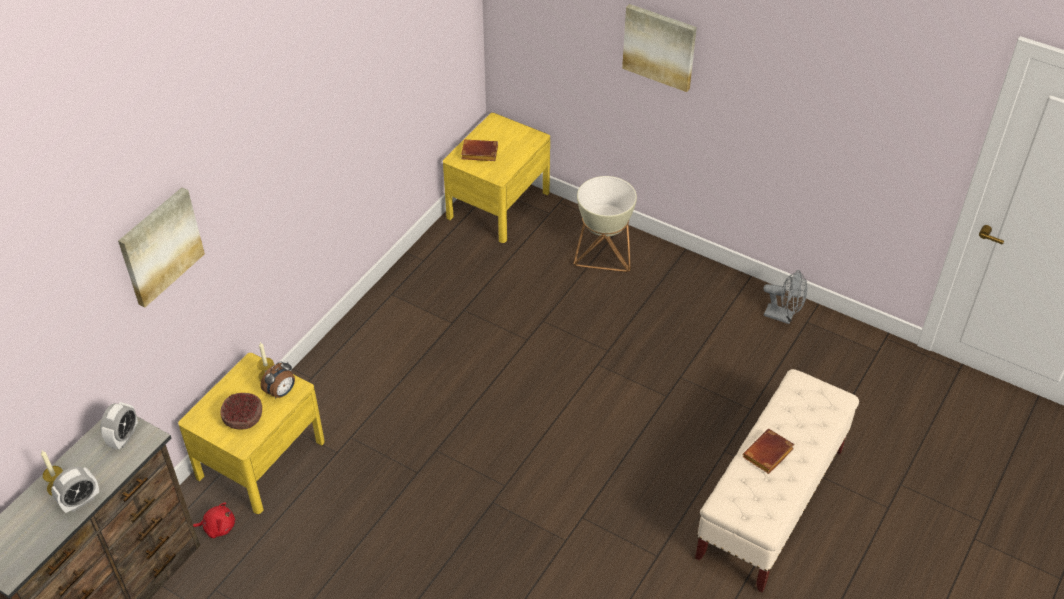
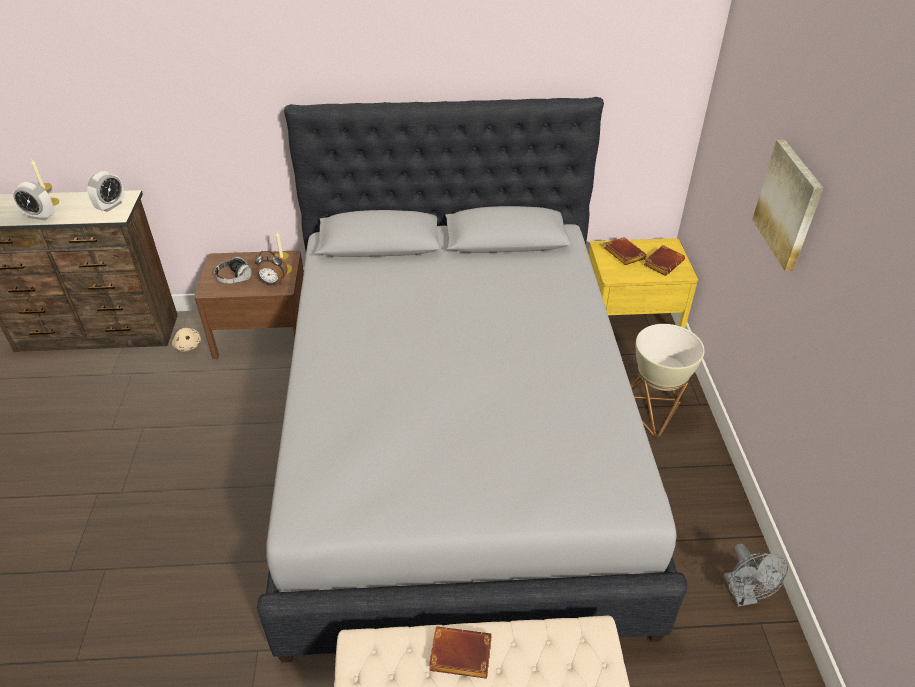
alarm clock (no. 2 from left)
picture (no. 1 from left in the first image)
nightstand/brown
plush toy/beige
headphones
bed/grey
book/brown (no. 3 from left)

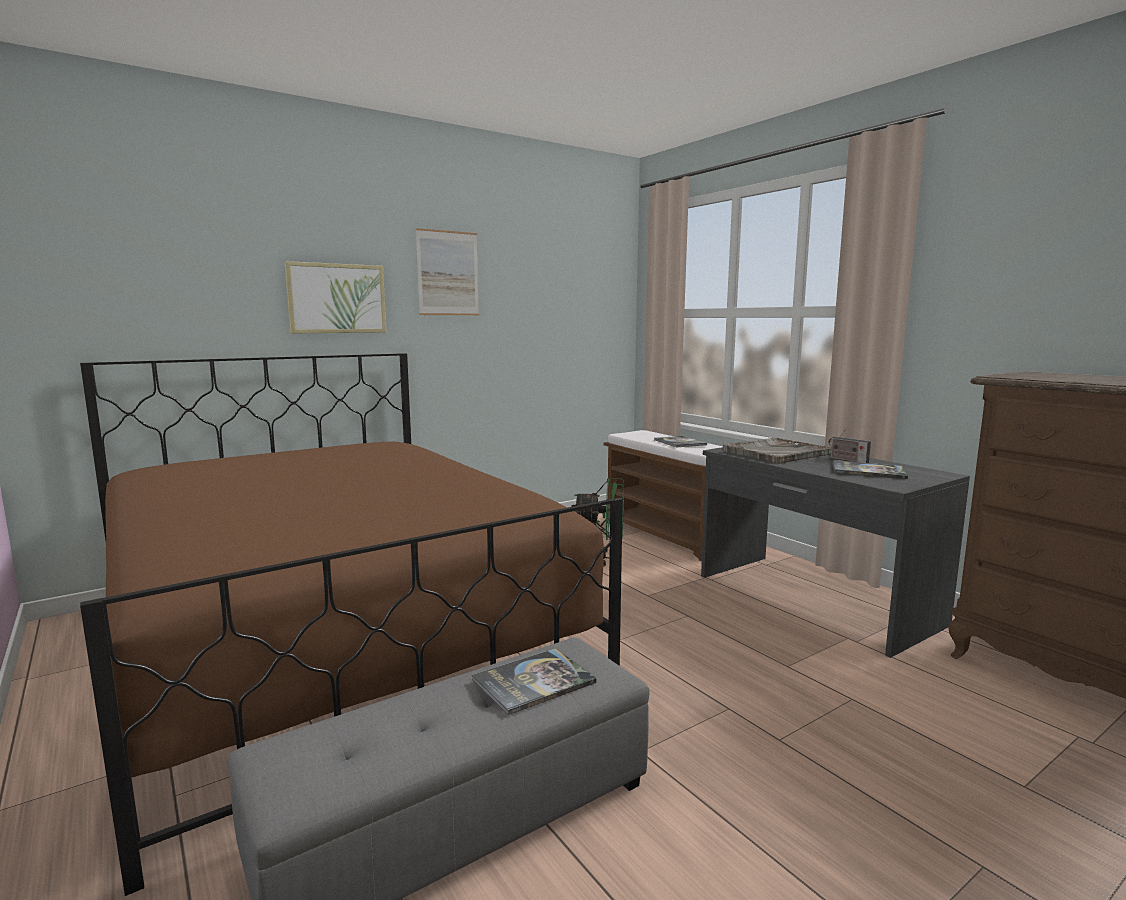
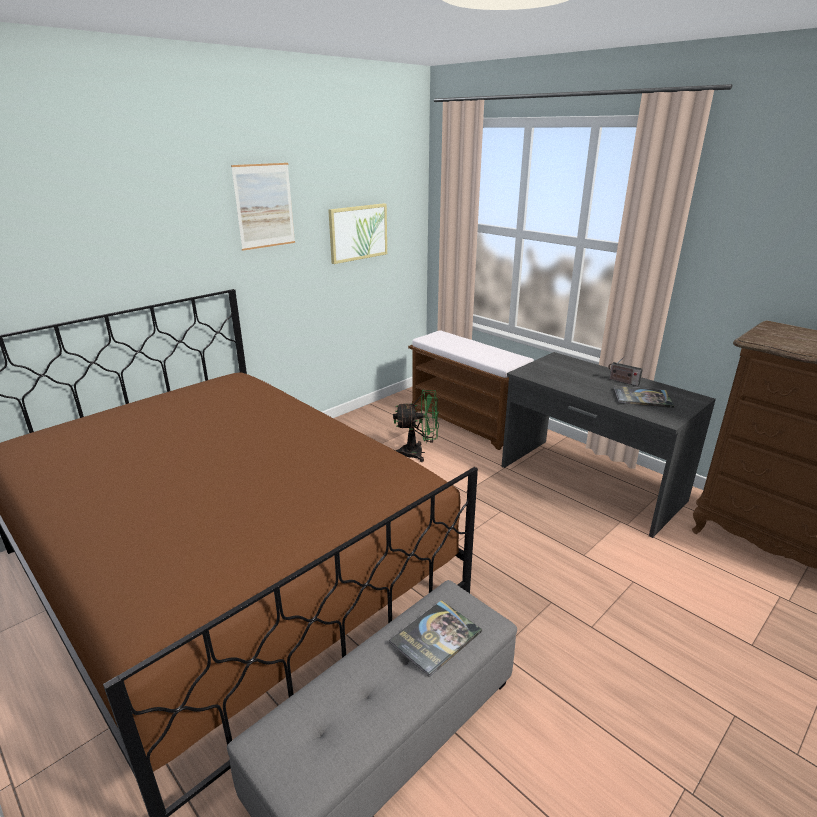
picture (no. 2 from left)
book (no. 2 from left in the first image)
tray/grey

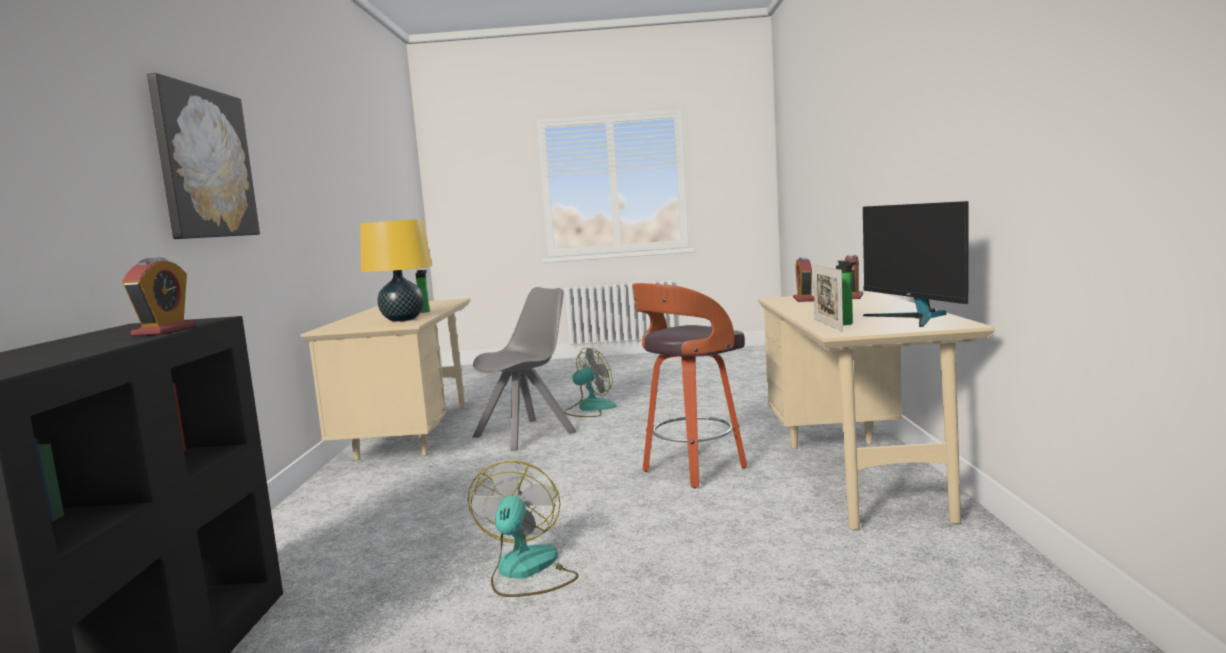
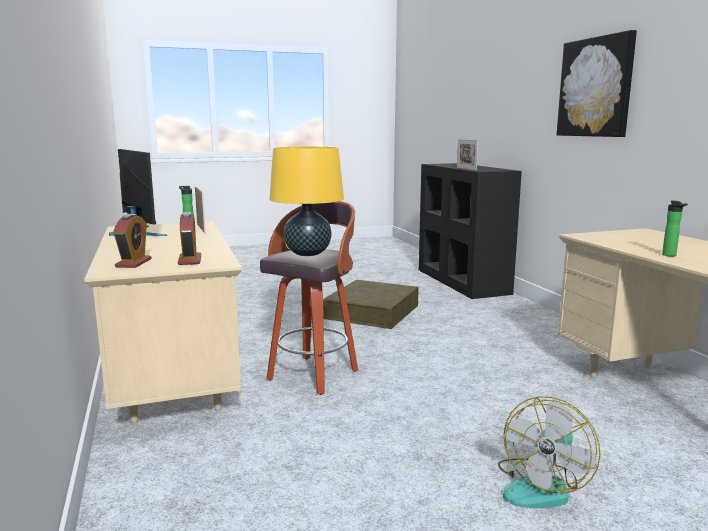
picture frame (no. 2 from left)
table lamp/yellow
storage box/brown
chair/grey

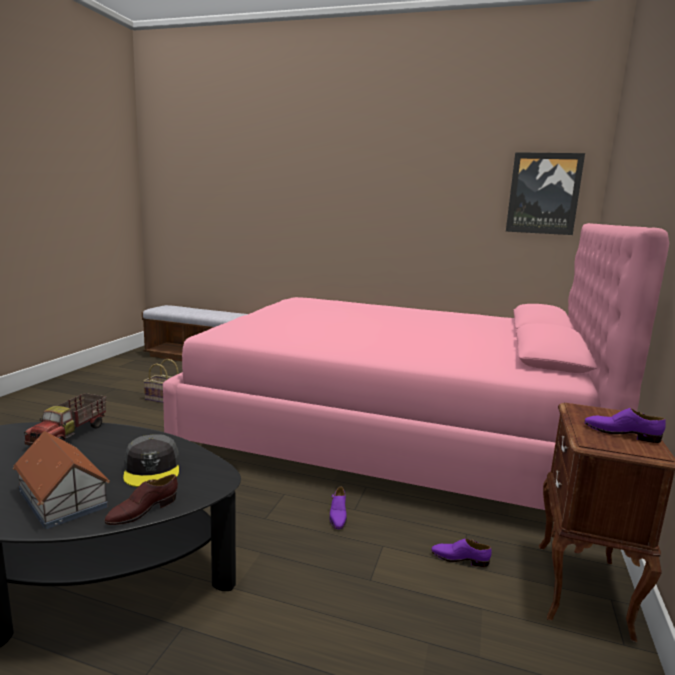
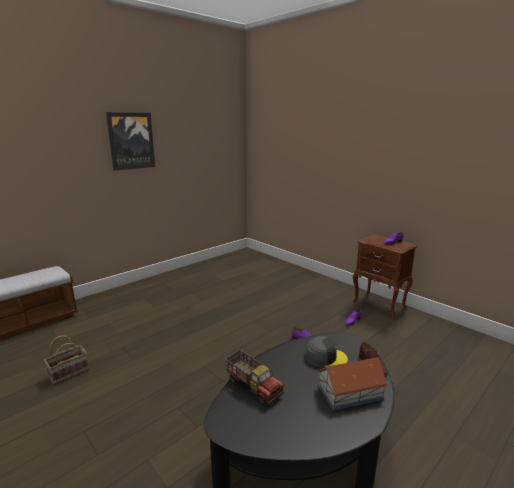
bed/pink
picture

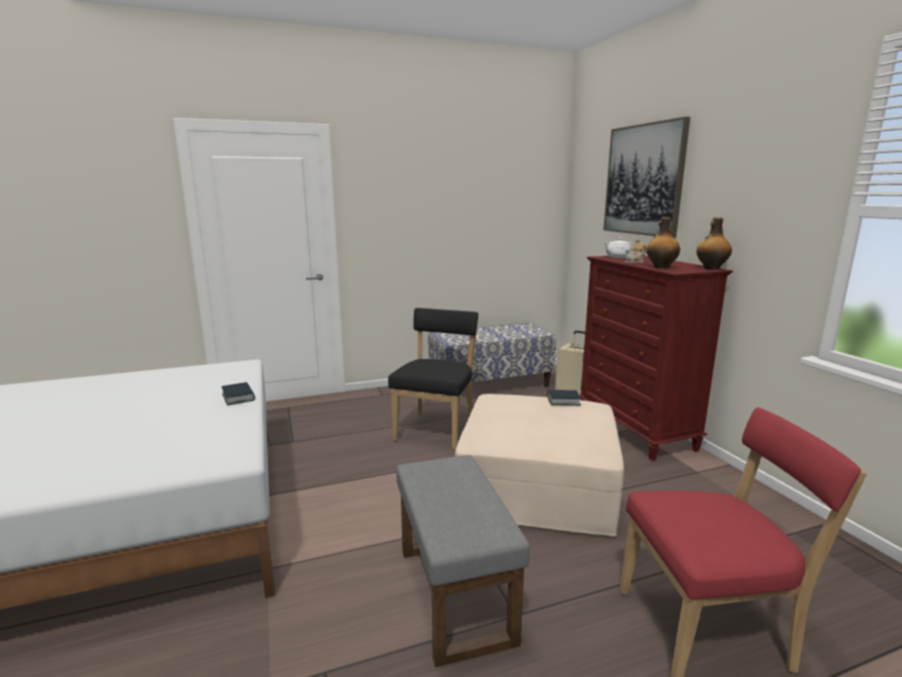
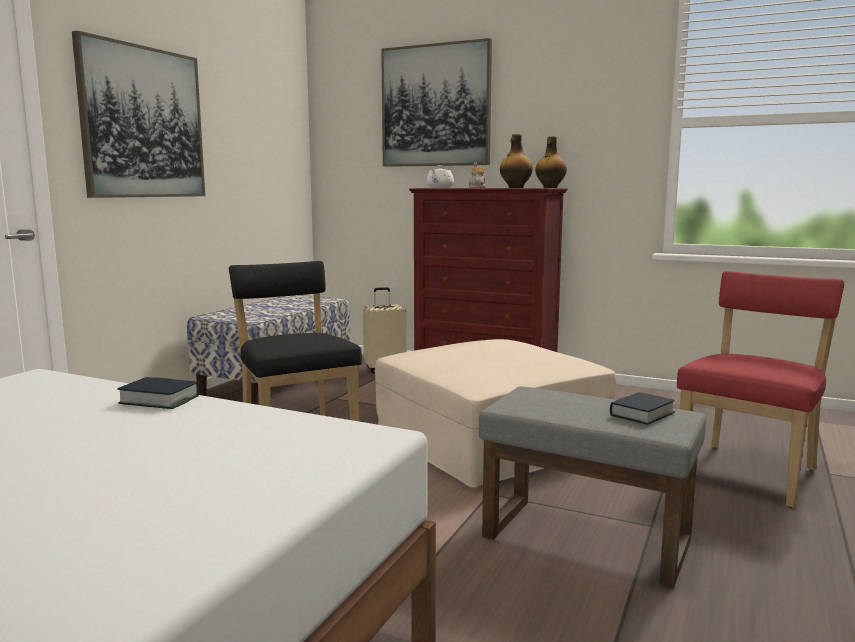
book (no. 2 from left)
picture (no. 1 from left)

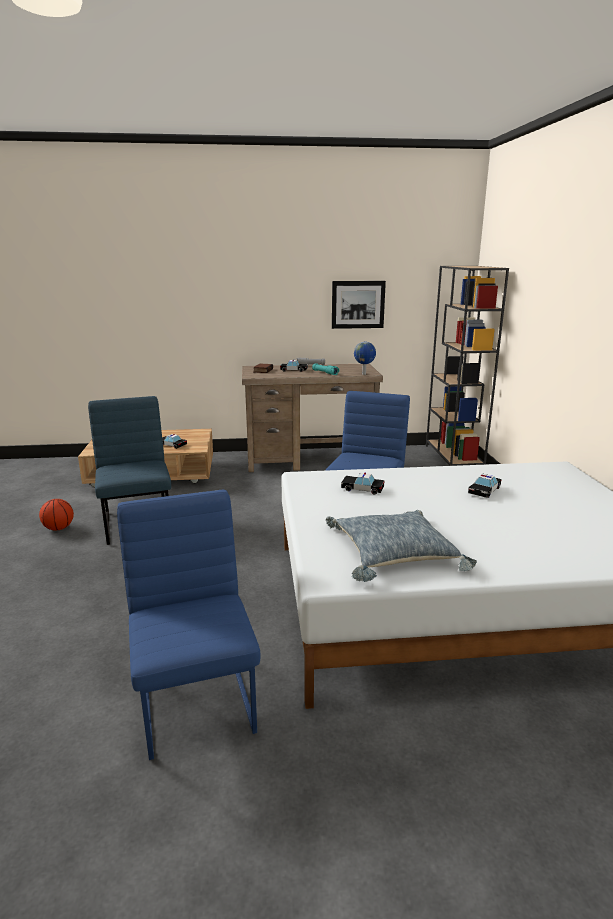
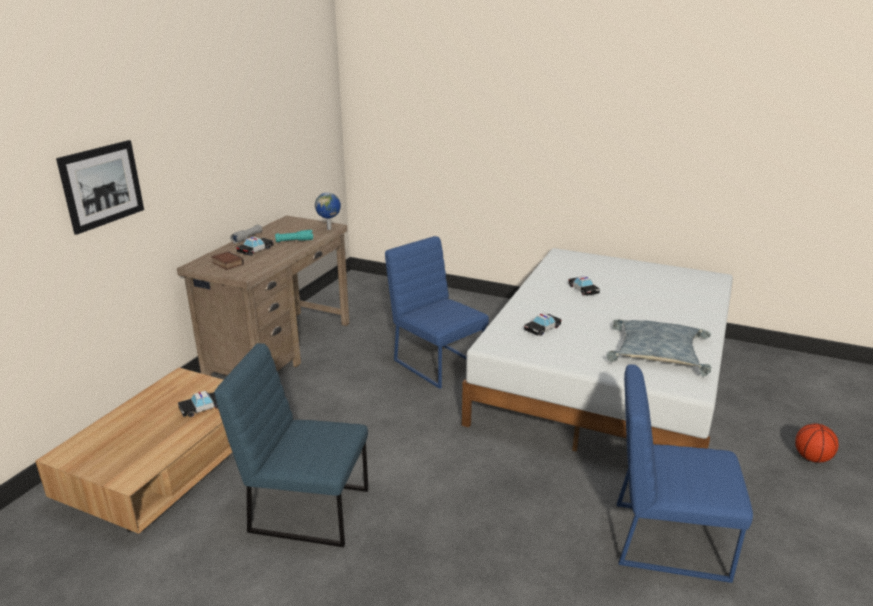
basketball
picture
bookcase

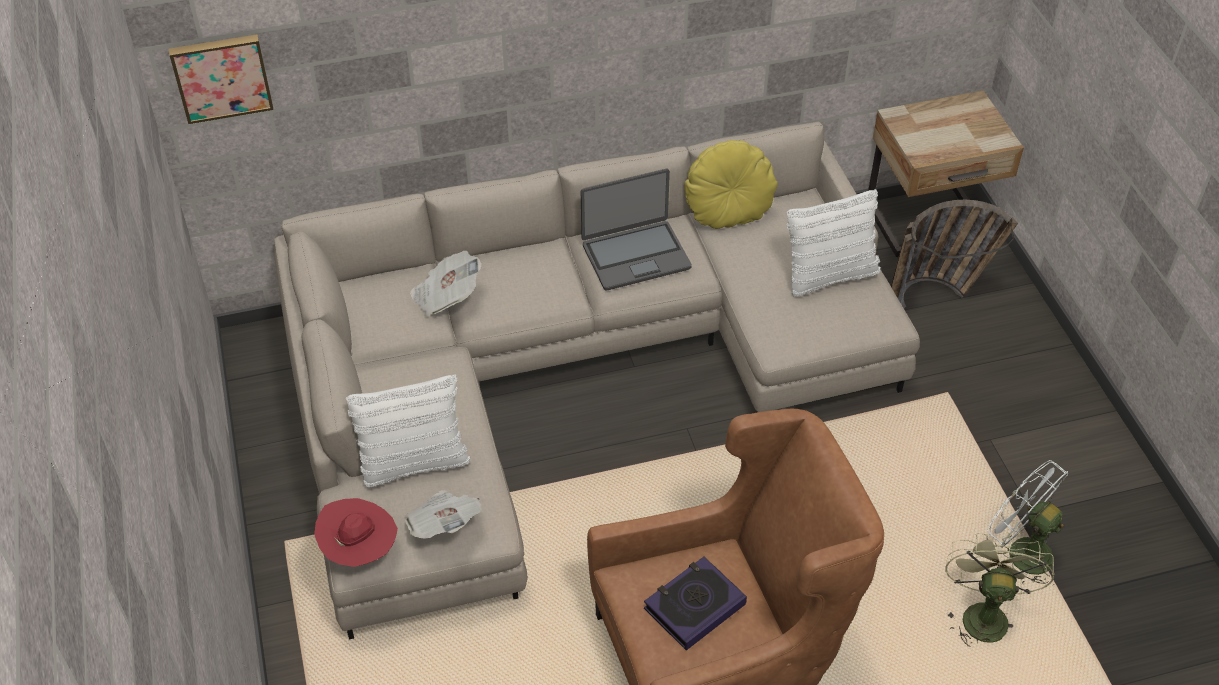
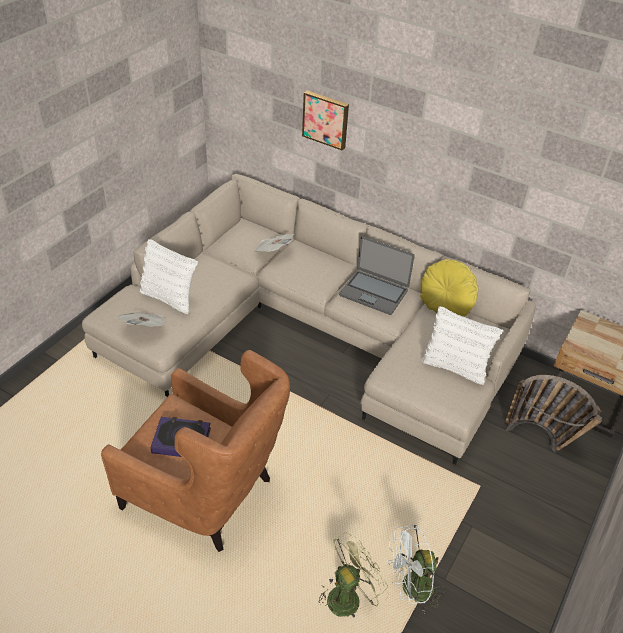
picture
hat/red
fan/white

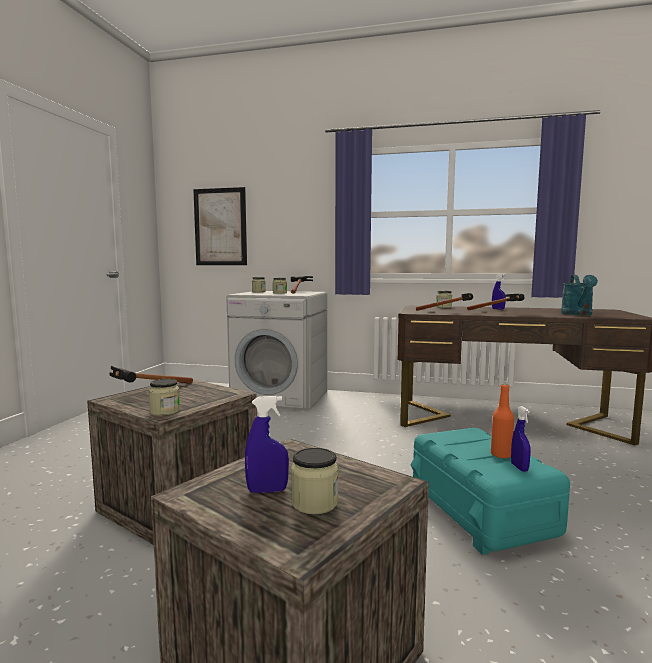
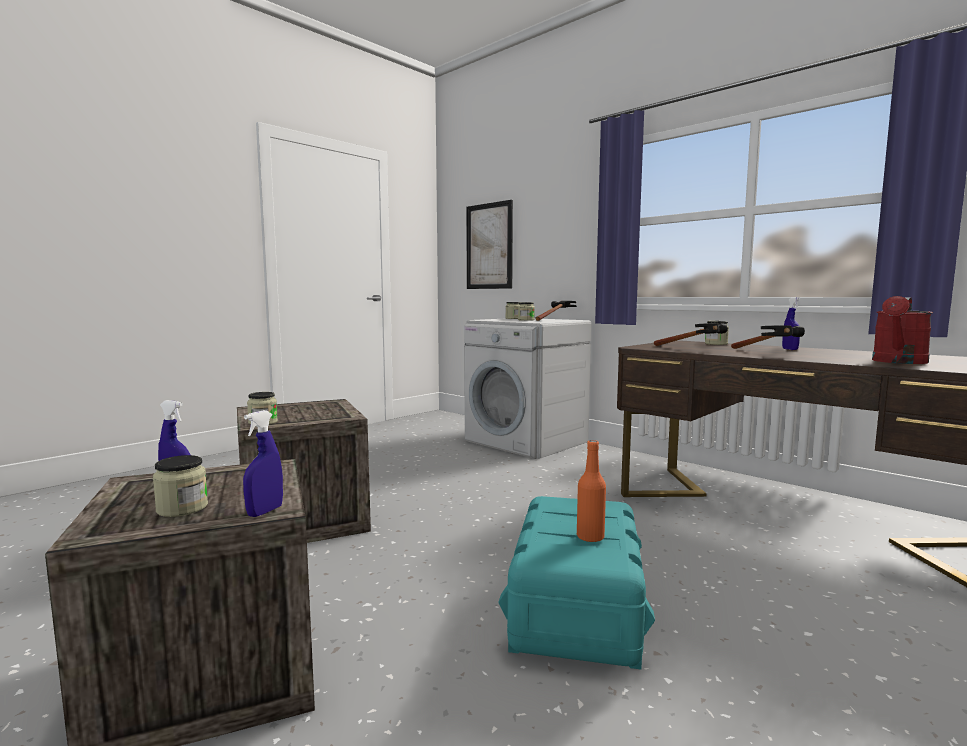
hammer (no. 1 from left in the first image)
spray bottle/blue (no. 2 from left)
watering can/red

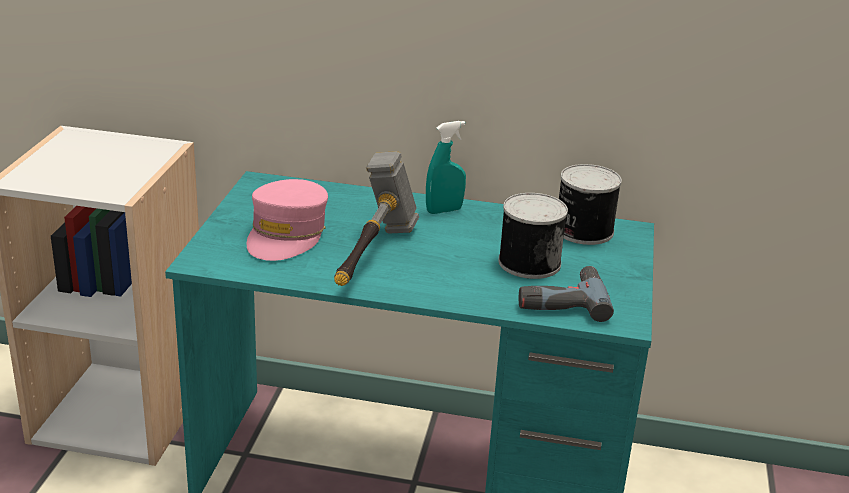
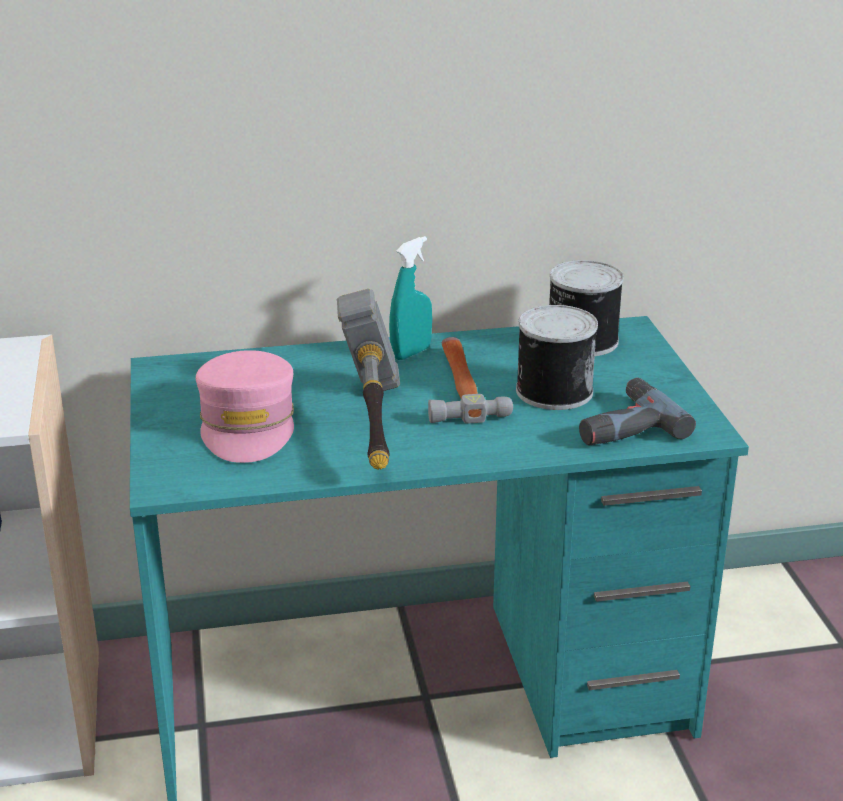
hammer (no. 2 from left)

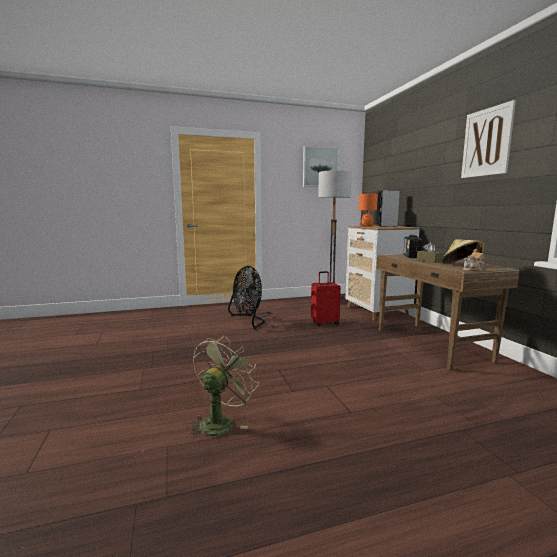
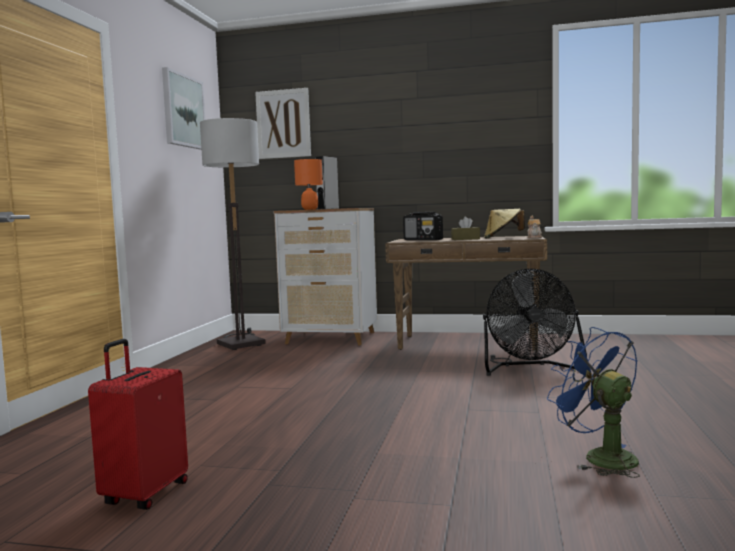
fan/blue
fan/black
suitcase/red
picture (no. 2 from left)

